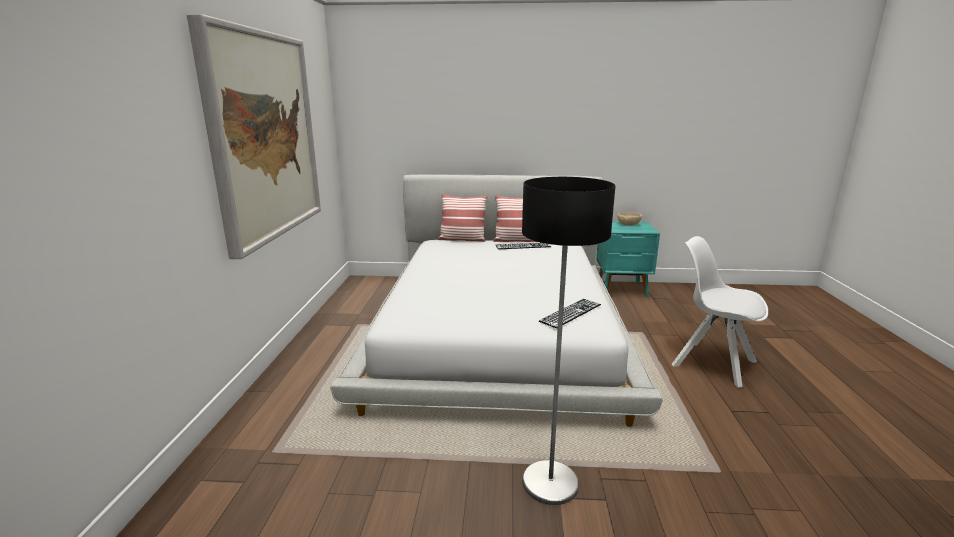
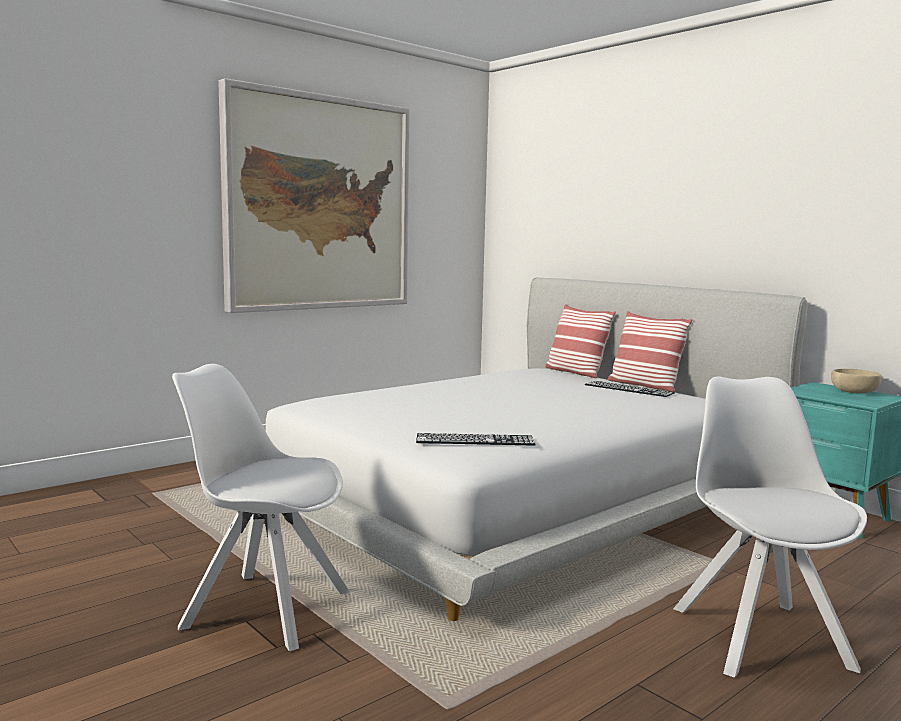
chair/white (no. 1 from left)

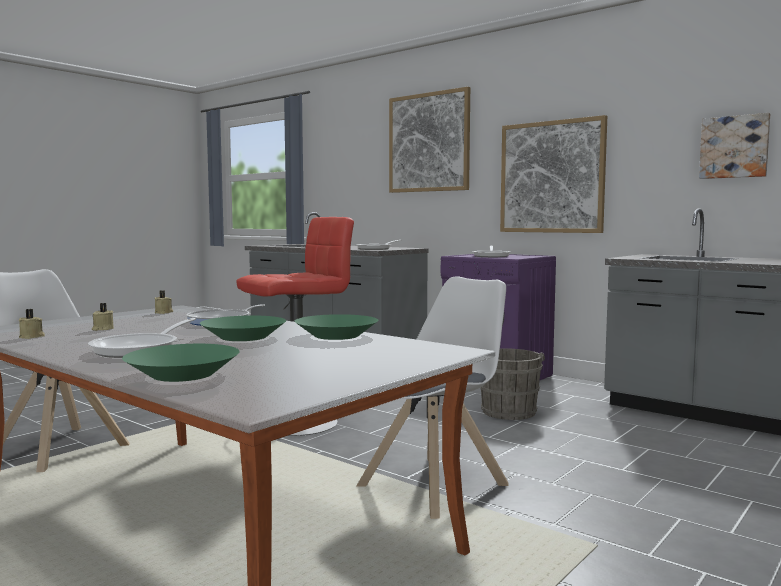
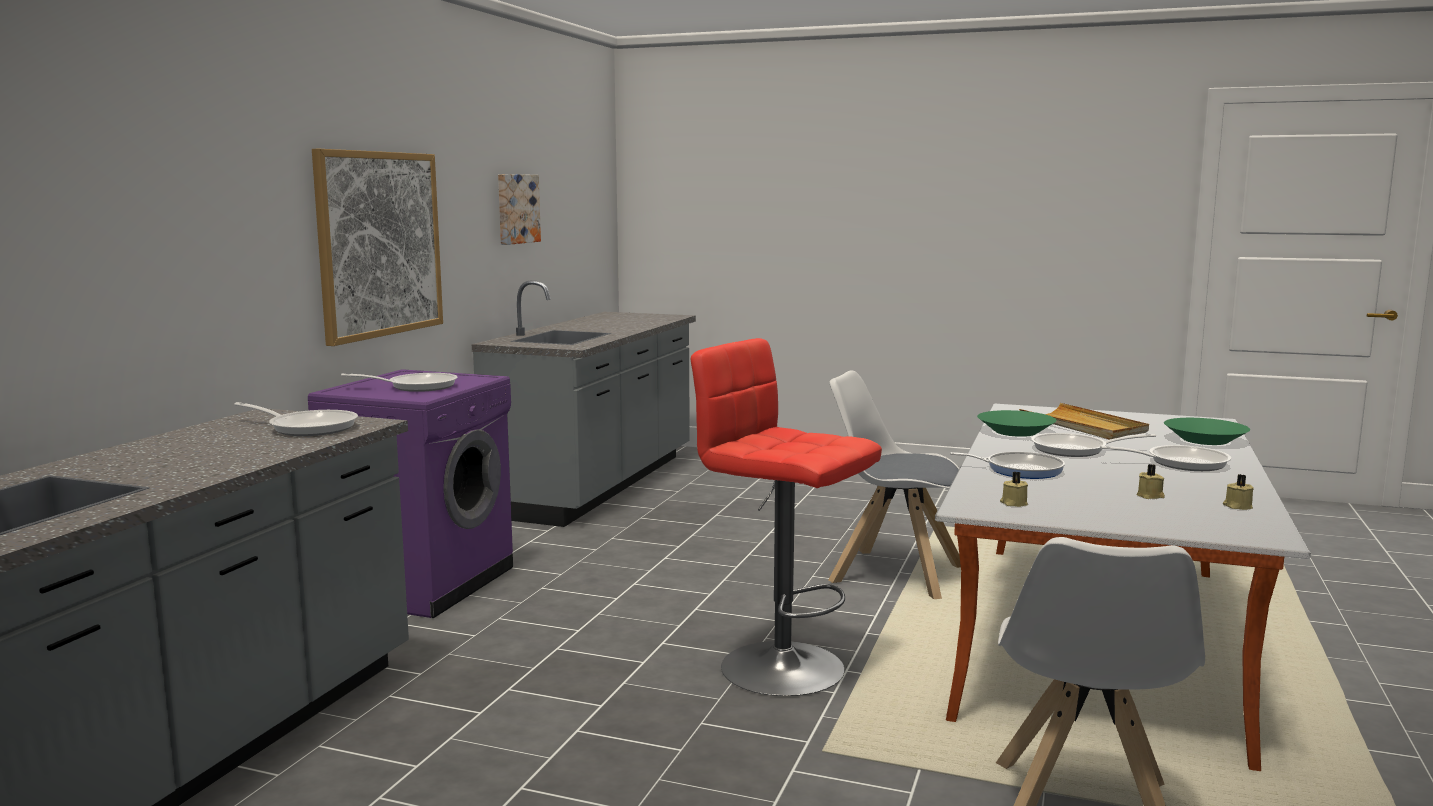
frying pan (no. 4 from left)
picture (no. 1 from left in the first image)
bucket/grey
tray/beige

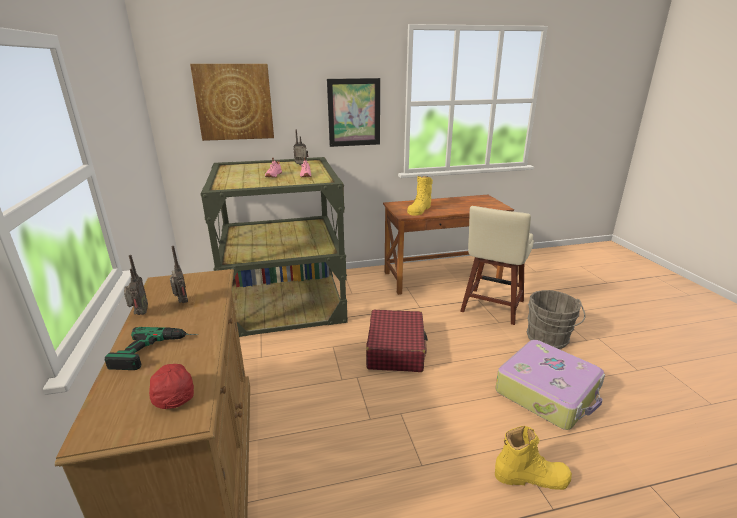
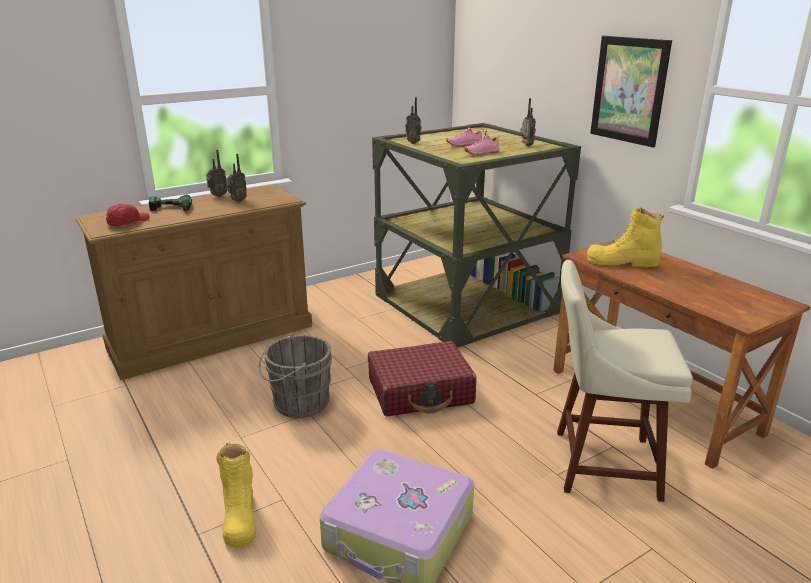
picture (no. 1 from left in the first image)
bucket/grey
radio (no. 3 from left)

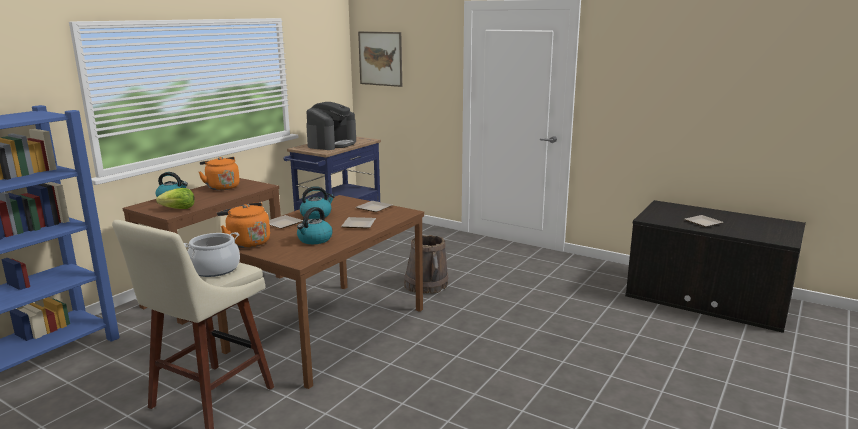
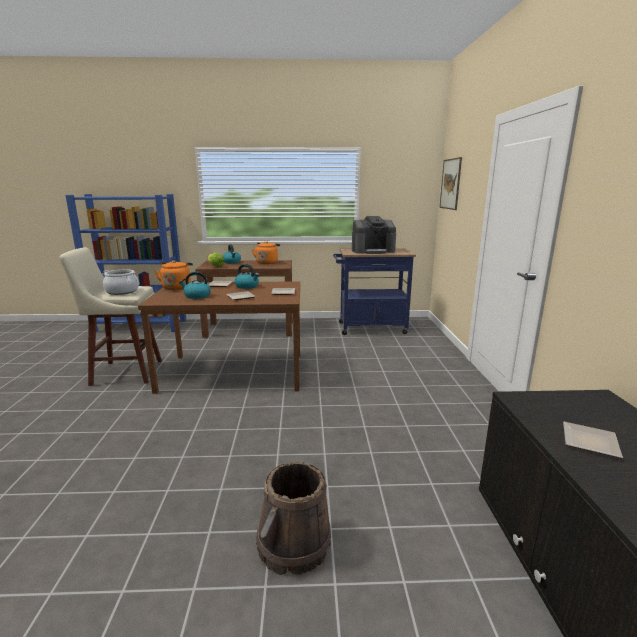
bucket/brown

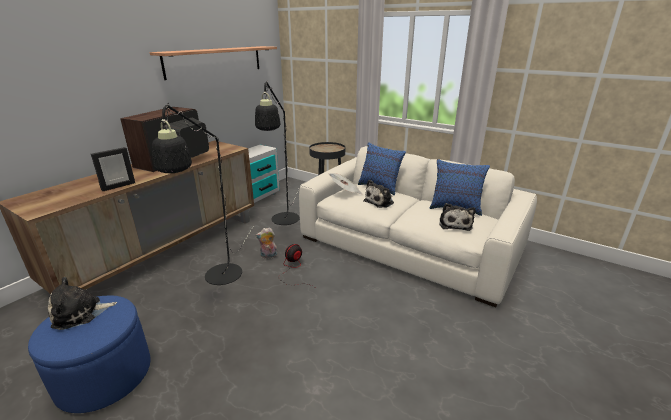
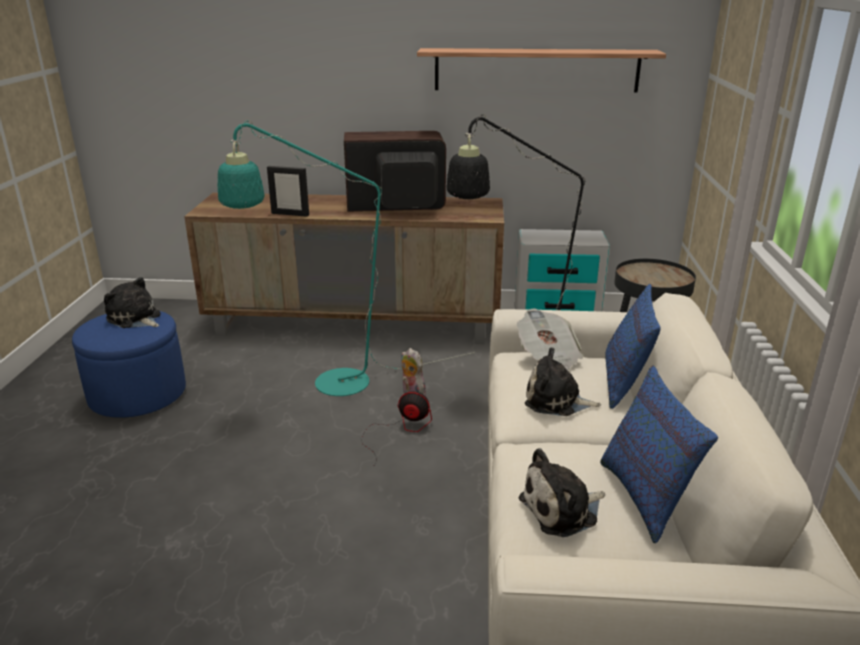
floor lamp/turquoise

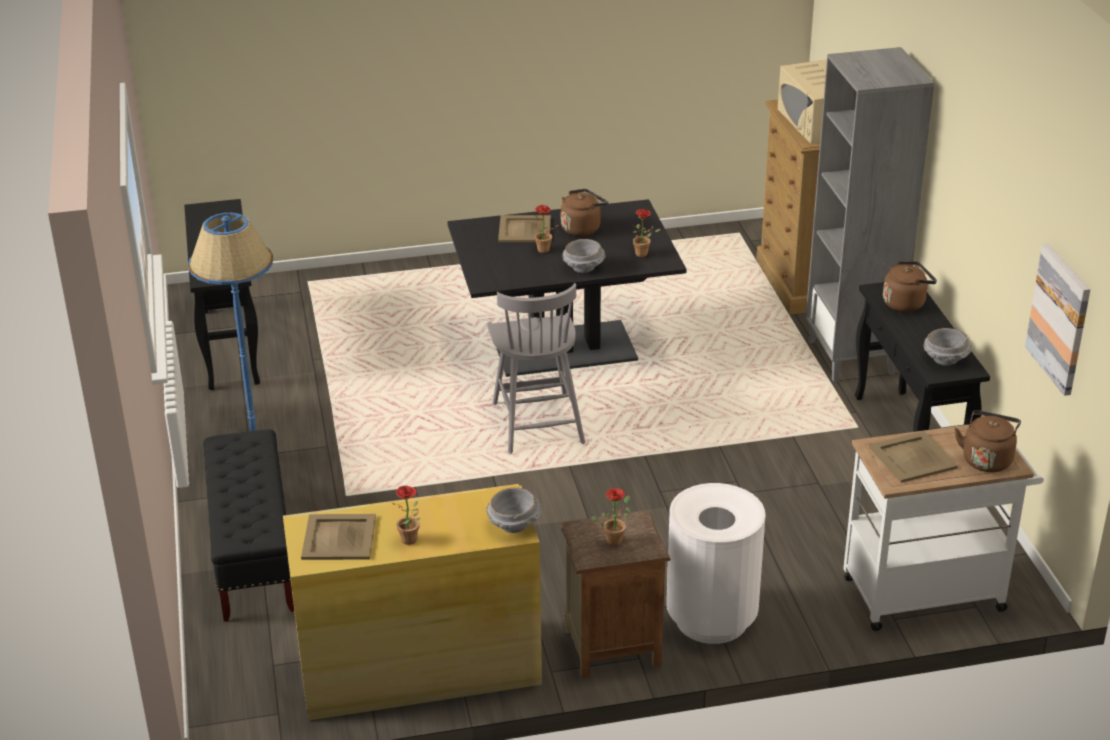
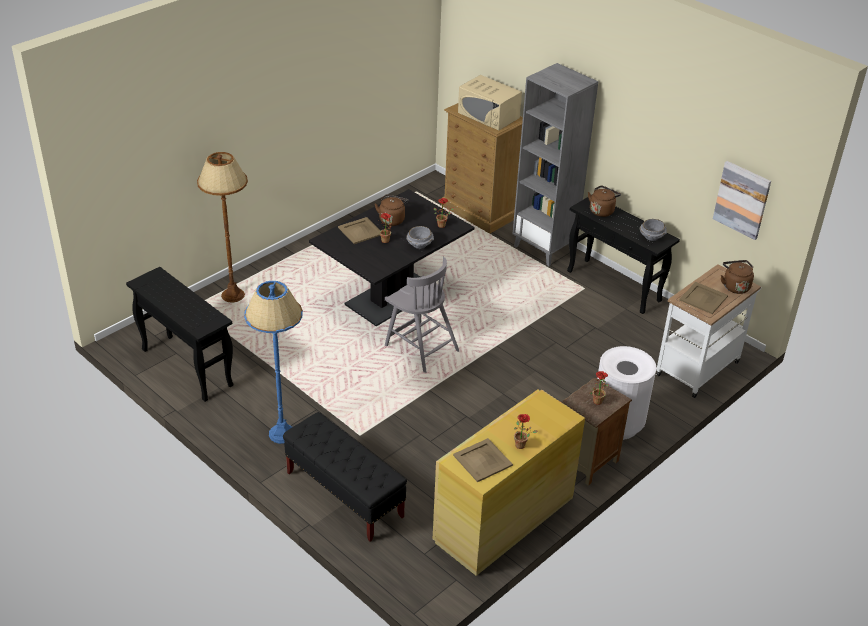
bowl/grey (no. 1 from left in the first image)
floor lamp/brown

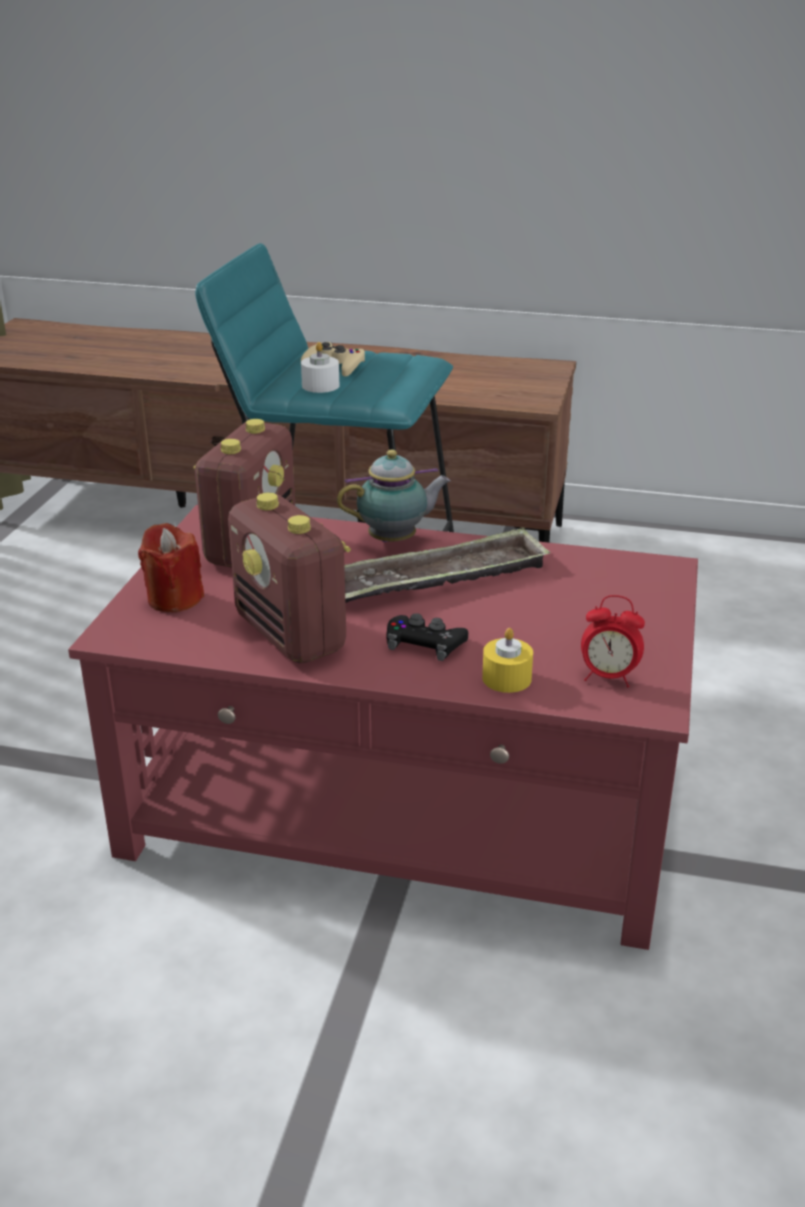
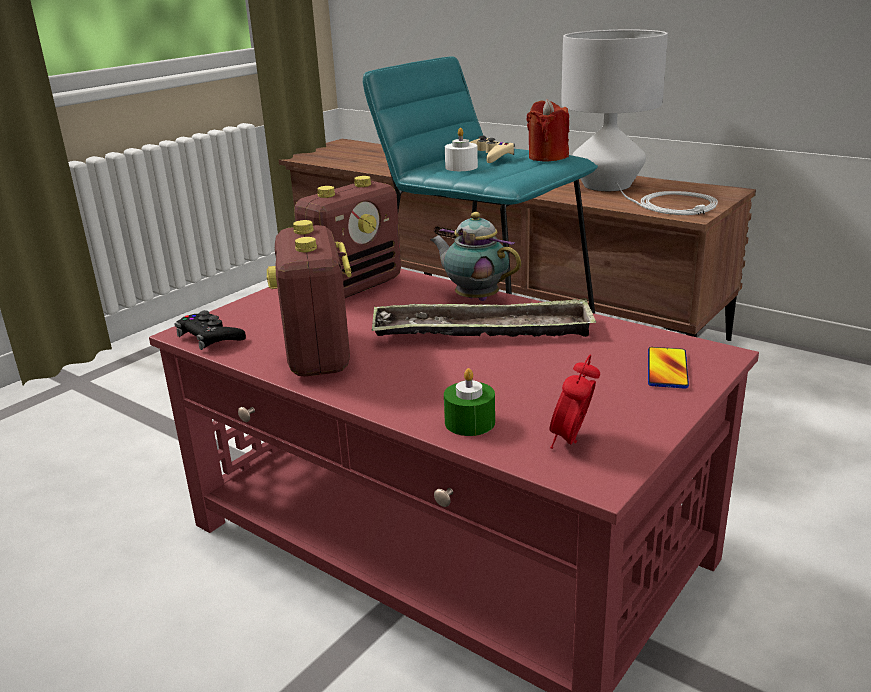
candle/red
teapot
game controller/black
candle/green
alarm clock
table lamp/grey
phone

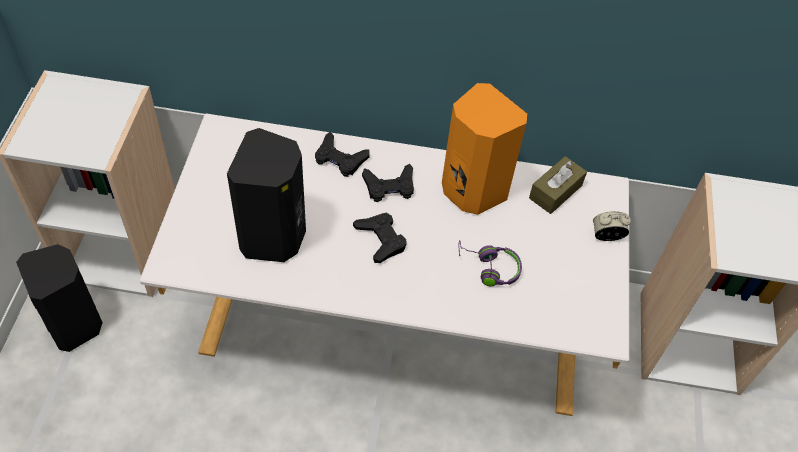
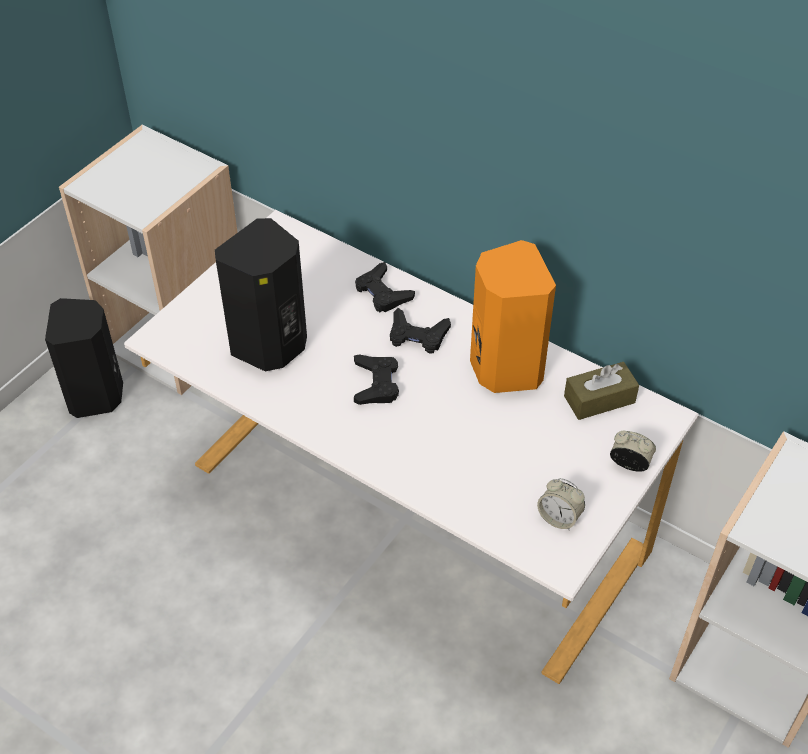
headphones/purple
alarm clock (no. 1 from left)

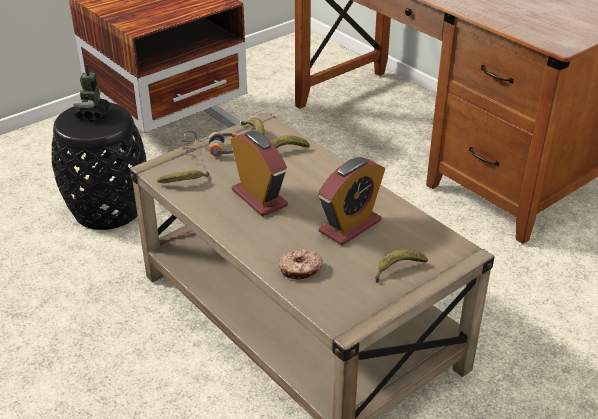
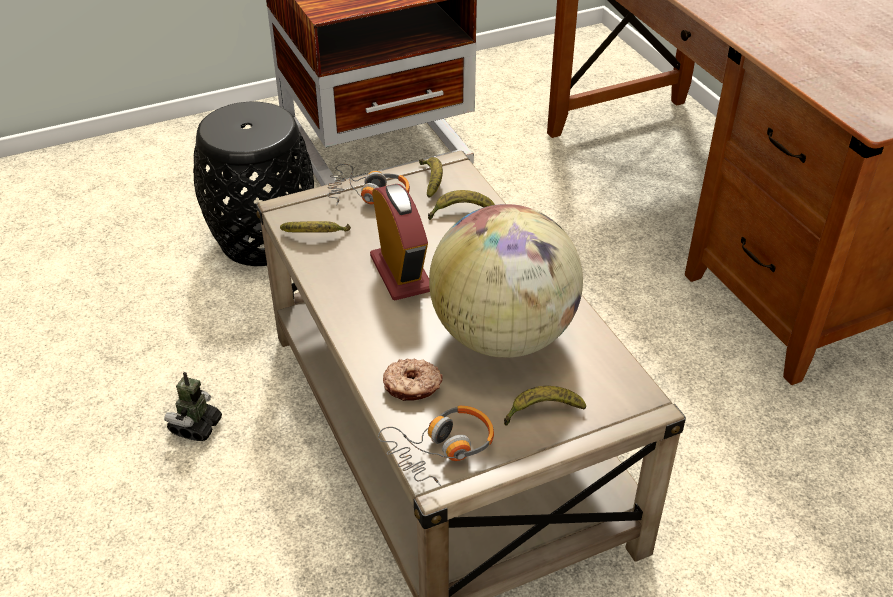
toy robot
globe
headphones (no. 2 from left)

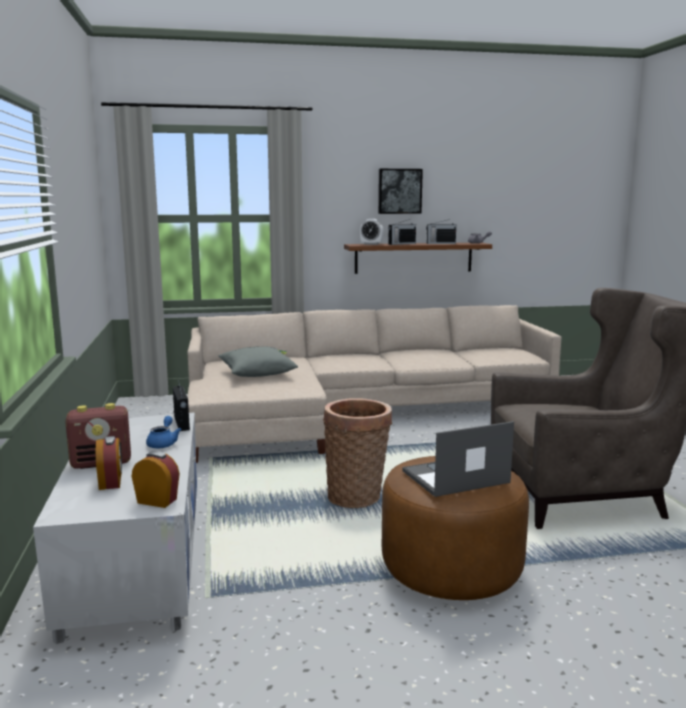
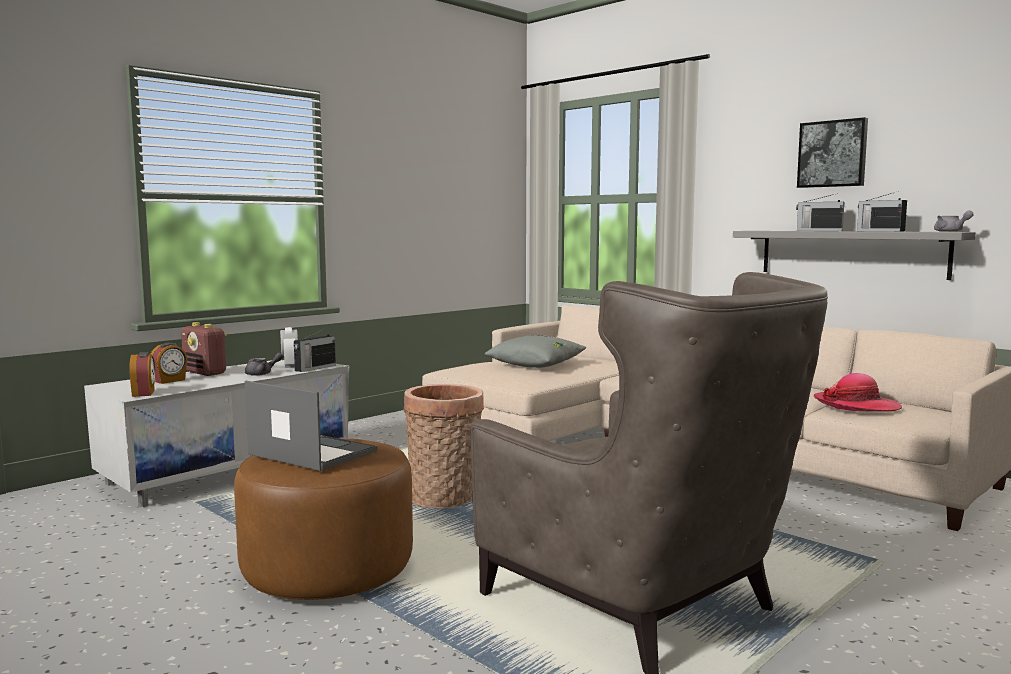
teapot/grey (no. 1 from left)
shelf/grey
alarm clock (no. 3 from left)
hat

